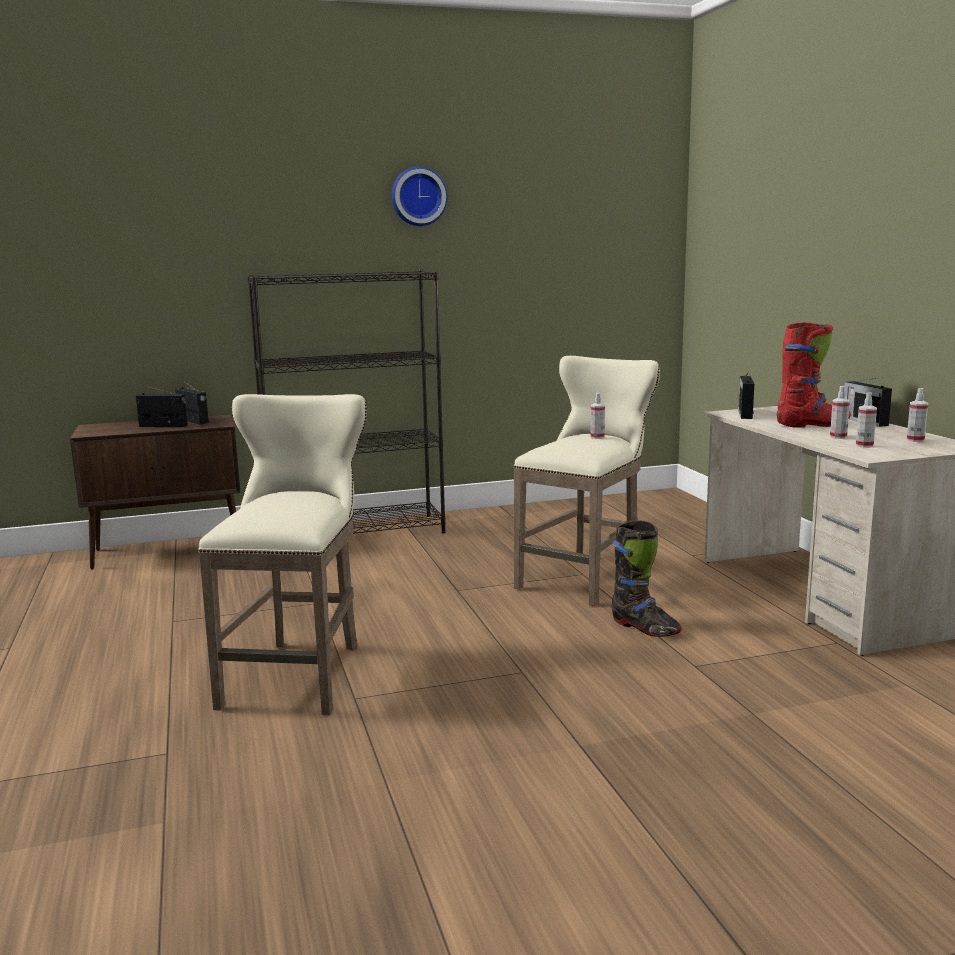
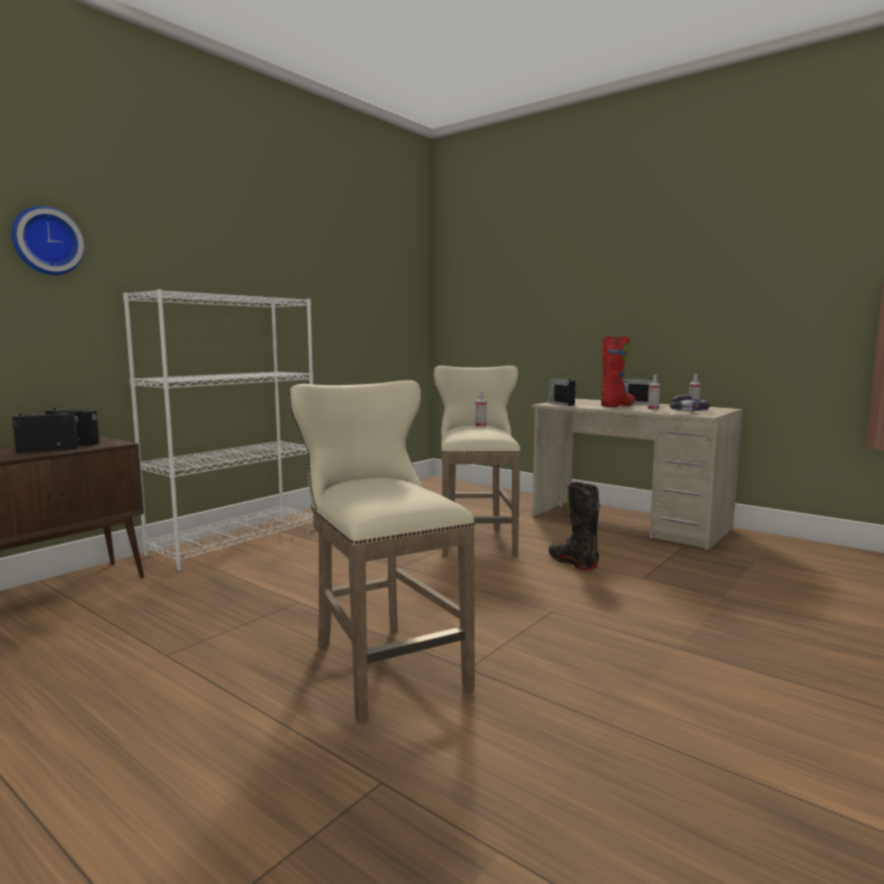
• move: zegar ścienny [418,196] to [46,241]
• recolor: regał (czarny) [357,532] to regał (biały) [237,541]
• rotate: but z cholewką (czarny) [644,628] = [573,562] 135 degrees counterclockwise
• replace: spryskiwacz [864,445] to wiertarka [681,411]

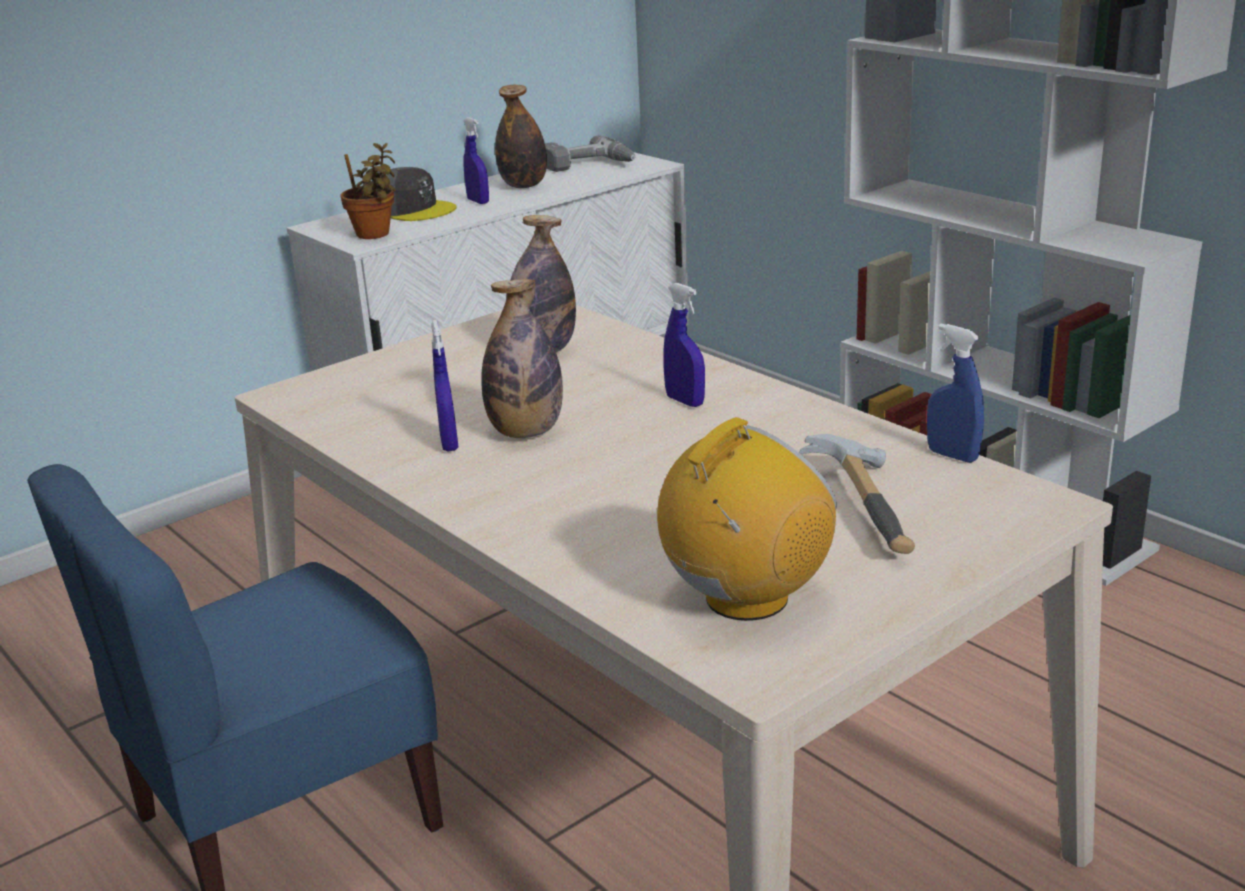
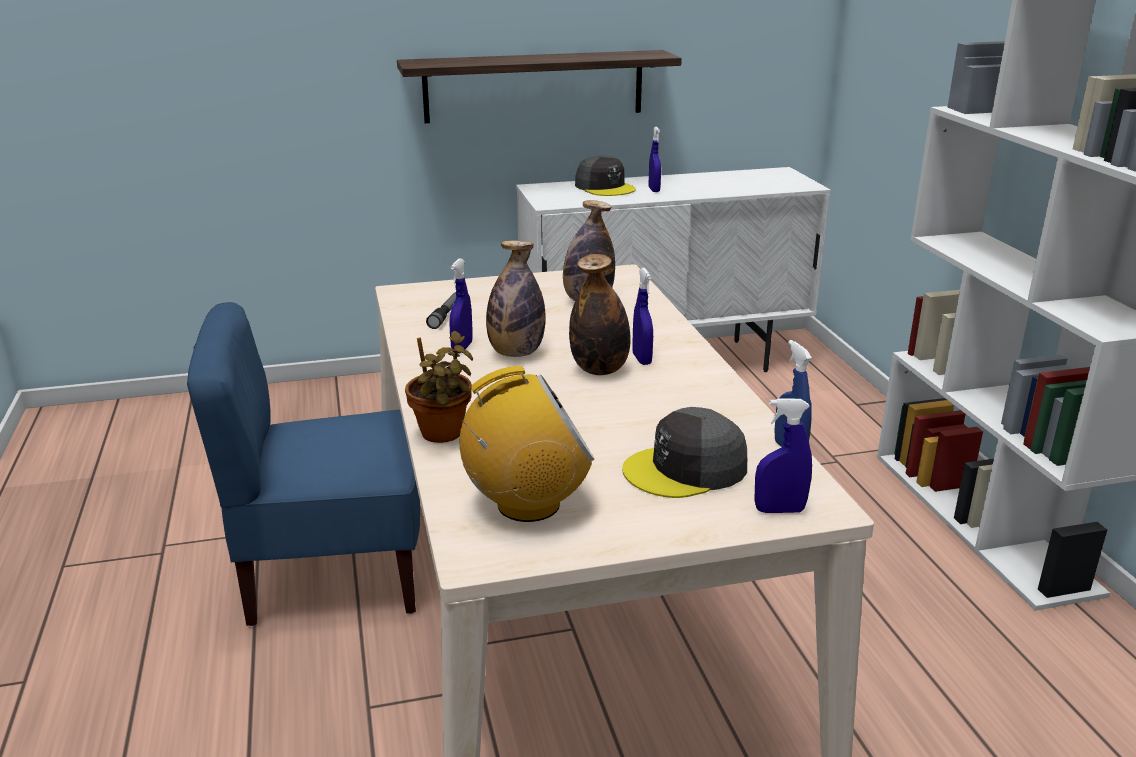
• insert: półka [534,86]
• move: roślina doniczkowa [375,235] to [443,435]
• insert: latarka [445,315]
• move: butelka [524,185] to [600,369]
• replace: młotek [873,507] to czapka z daszkiem (szary) [686,469]
• insert: spryskiwacz (niebieski) [779,510]
• delete: wiertarka [588,165]

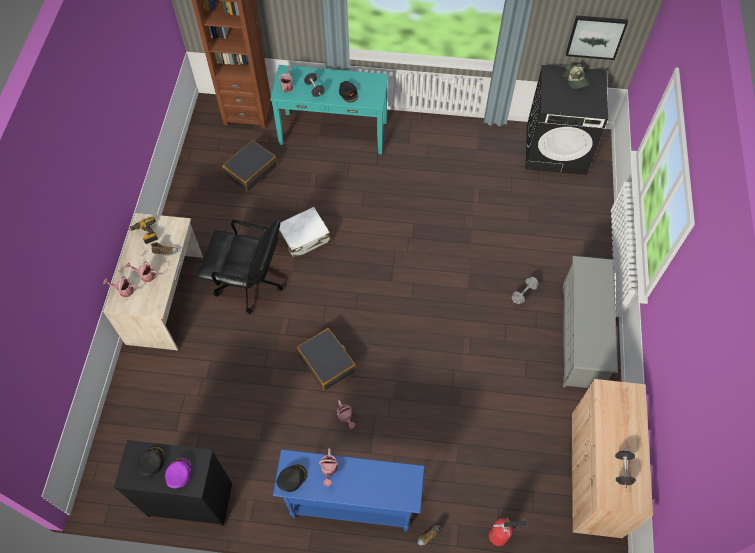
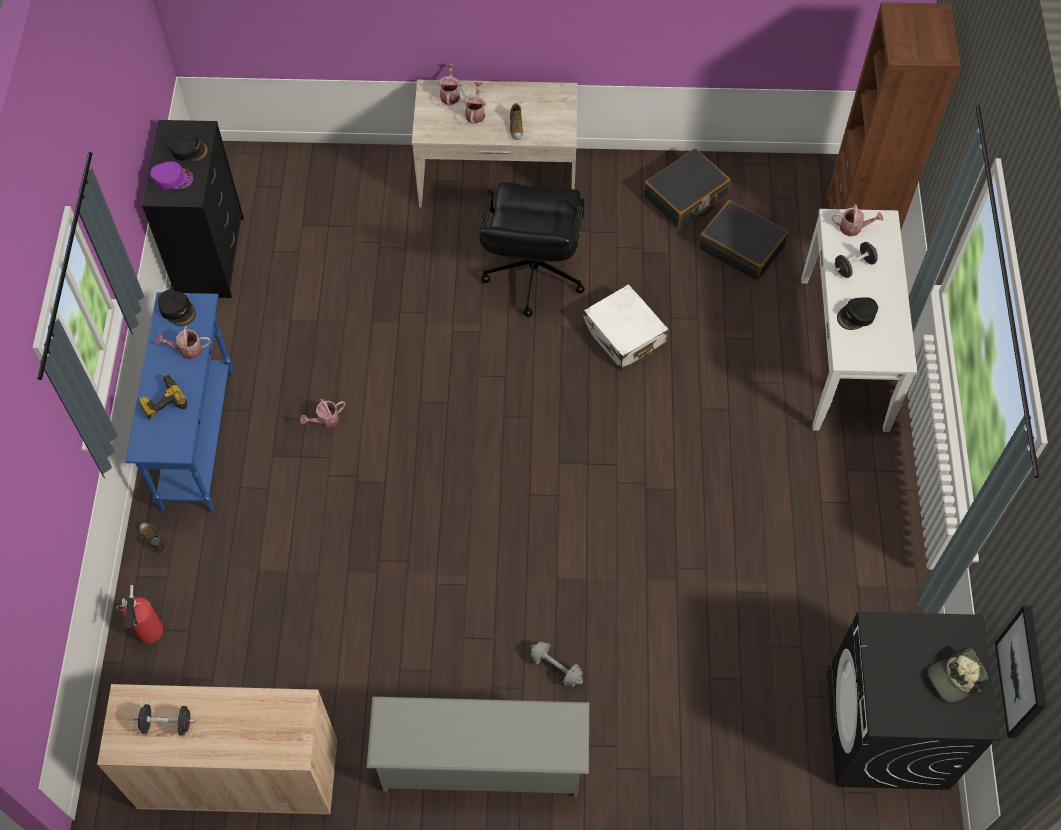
• move: wiertarka [146,233] to [162,401]
• move: walizka (czarny) [327,362] to [685,196]
• recolor: stolik konsolowy (turkusowy) [333,132] to stolik konsolowy (biały) [844,353]

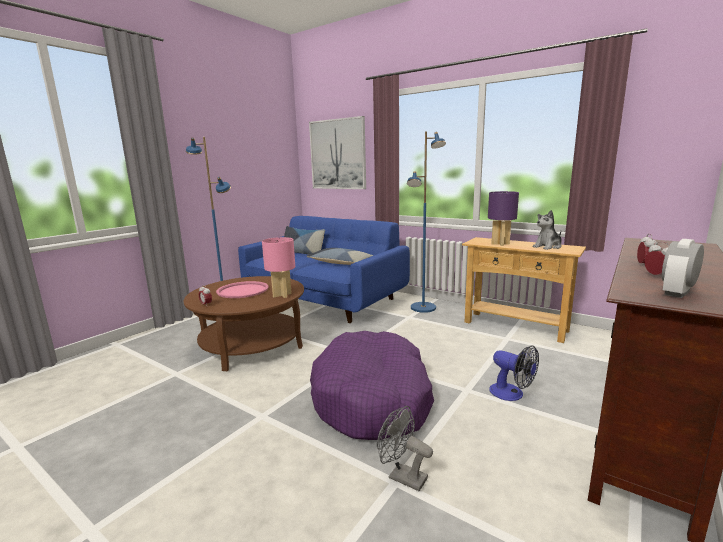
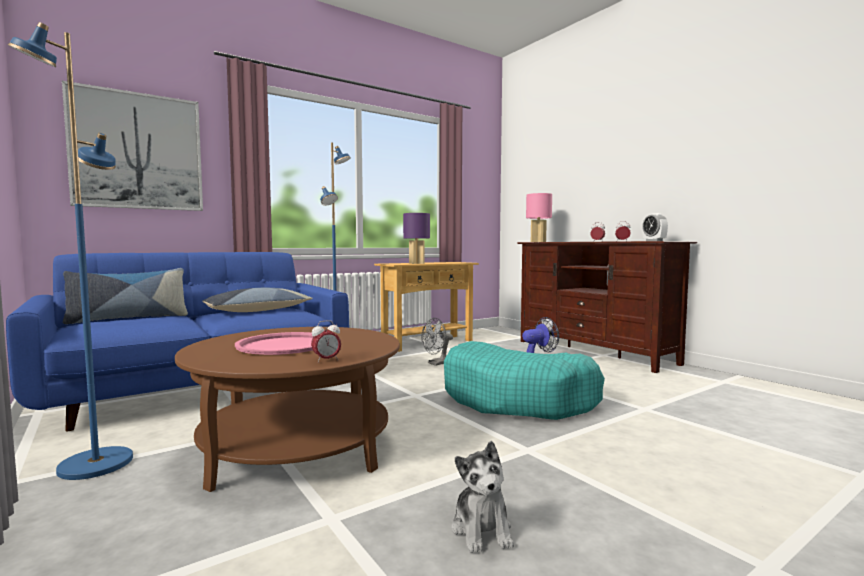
• move: wentylator (szary) [402,476] to [437,363]
• recolor: legowisko (fioletowy) [373,398] to legowisko (turkusowy) [519,399]
• move: pluszak [548,247] to [482,530]
• move: lampa stołowa (różowy) [281,295] to [538,242]

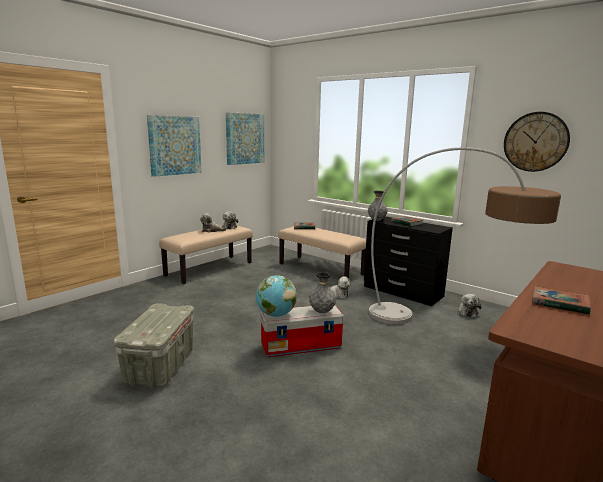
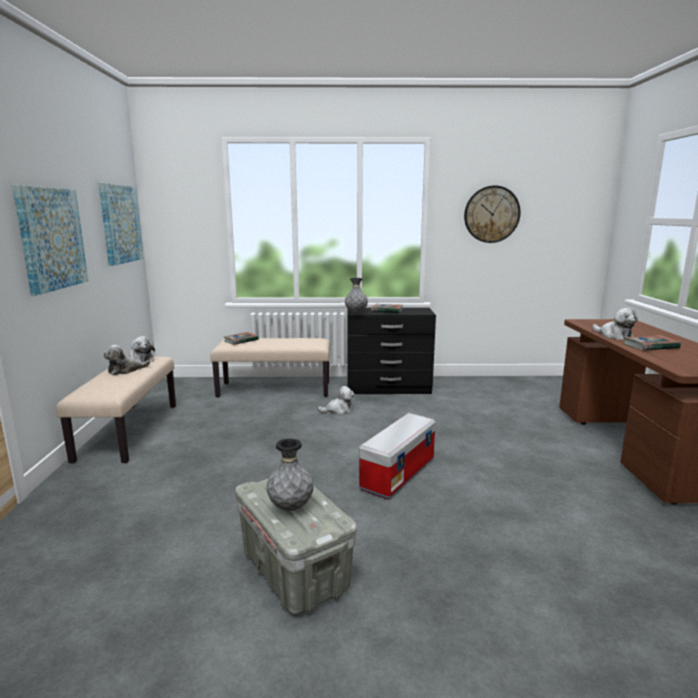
• move: wazon (szary) [322,312] to [291,507]
• move: pluszak [467,312] to [614,336]
• delete: globus [276,315]
• delete: lampa stojąca [451,327]

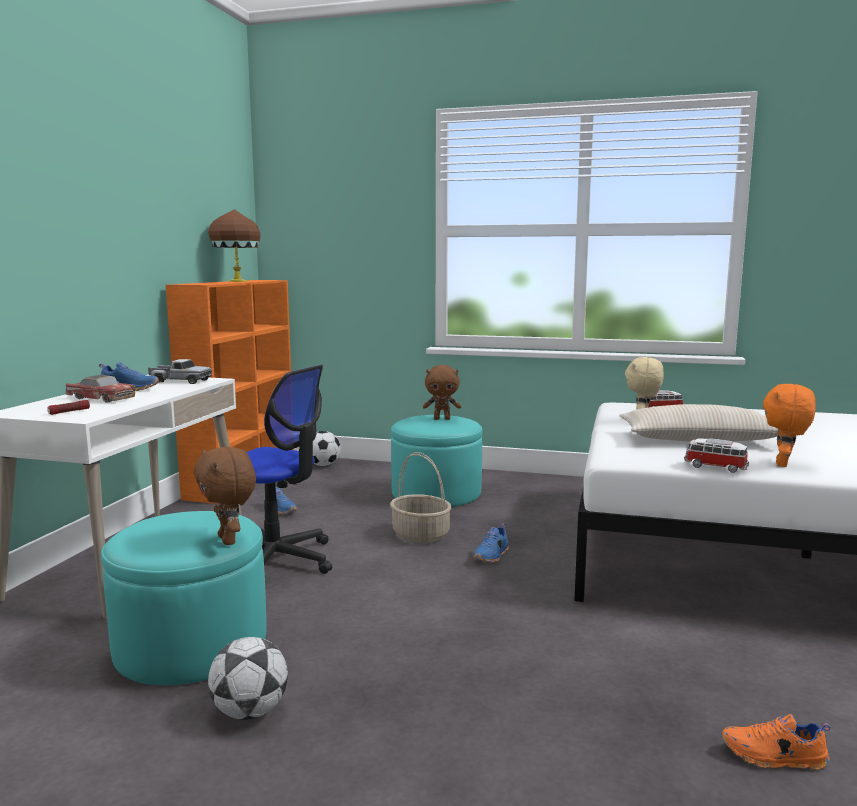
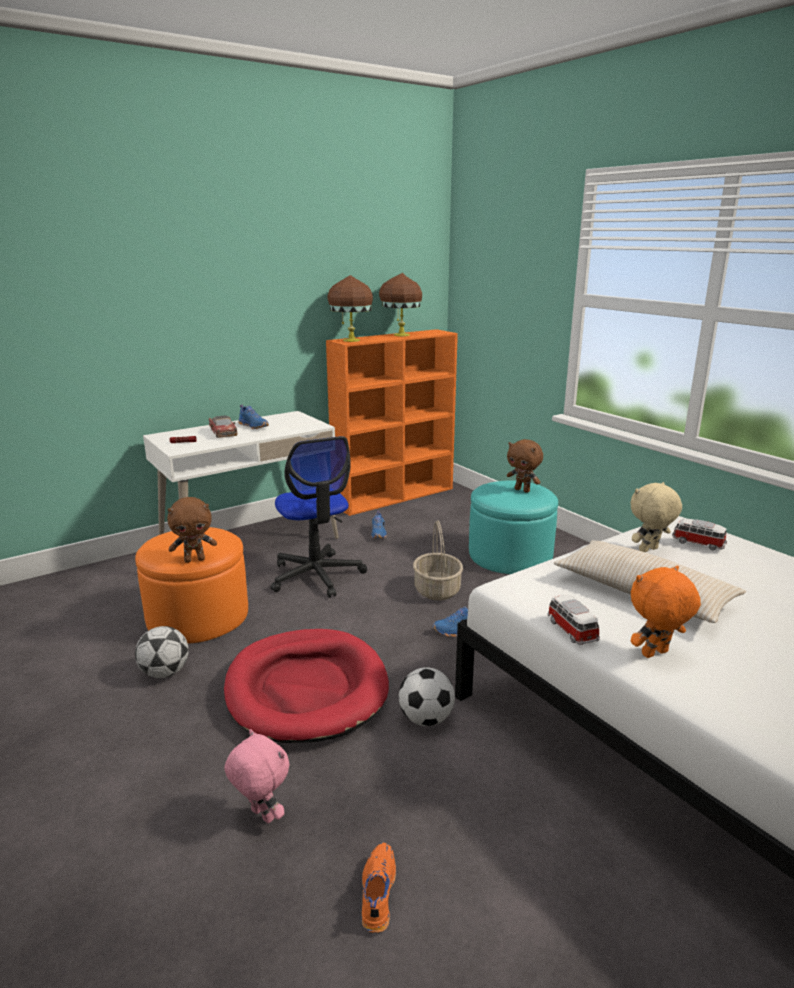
• recolor: pufa (turkusowy) [191,644] to pufa (pomarańczowy) [198,616]
• rotate: pluszak (brązowy) [229,540] = [195,559] 120 degrees counterclockwise
• insert: legowisko (czerwony) [306,689]
• insert: pluszak (różowy) [261,816]
• insert: lampa stołowa (brązowy) [351,340]
• rotate: but (pomarańczowy) [774,758] = [376,893] 45 degrees clockwise
• move: piłka futbolowa [323,465] to [426,719]
• delete: ciężarówka zabawkowa [180,381]

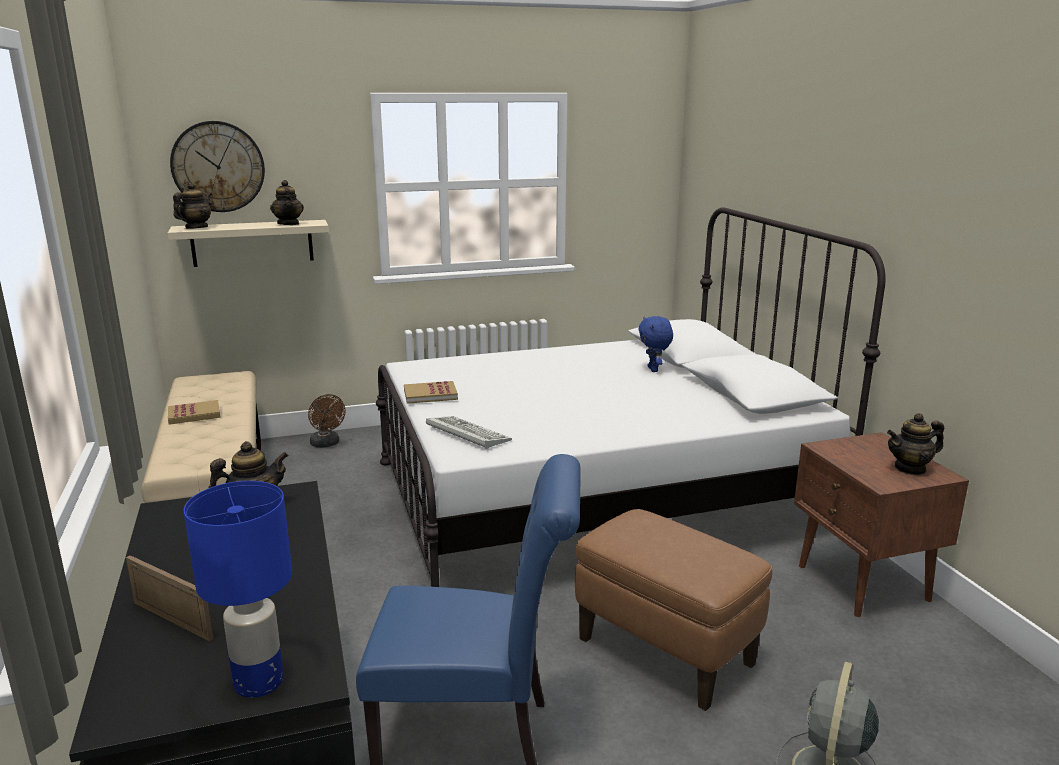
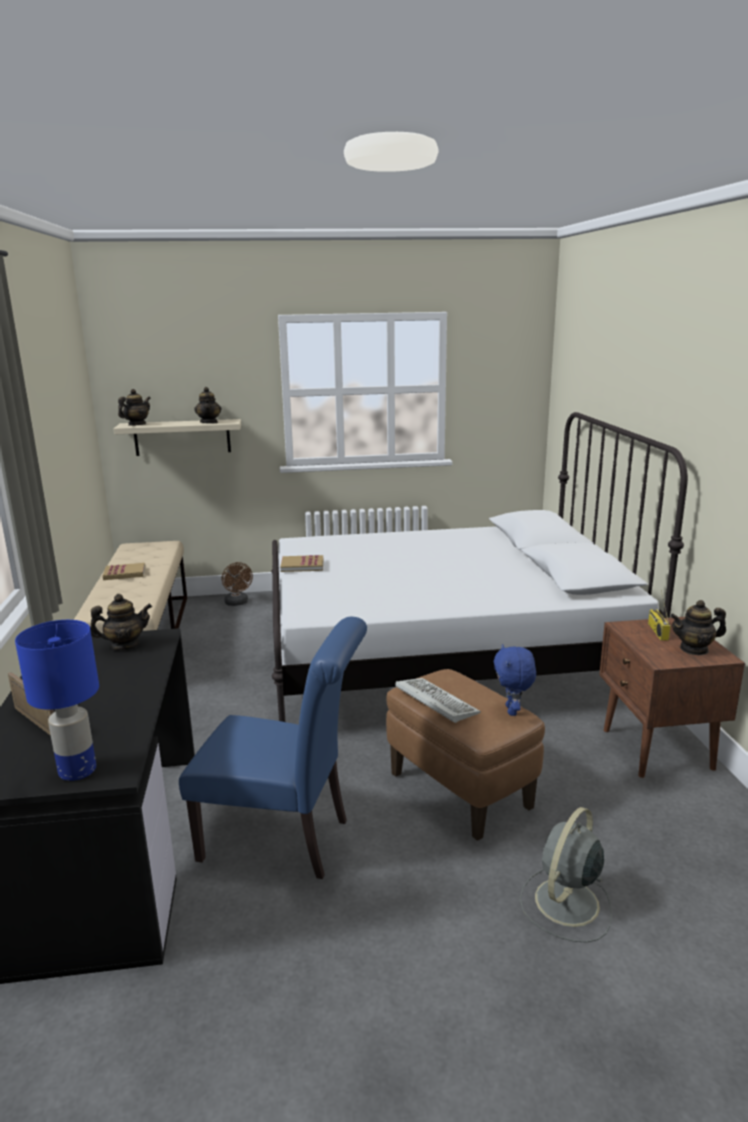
• move: klawiatura [465,434] to [434,701]
• move: pluszak (niebieski) [654,370] to [512,711]
• insert: radio [657,631]
• delete: zegar ścienny [218,166]

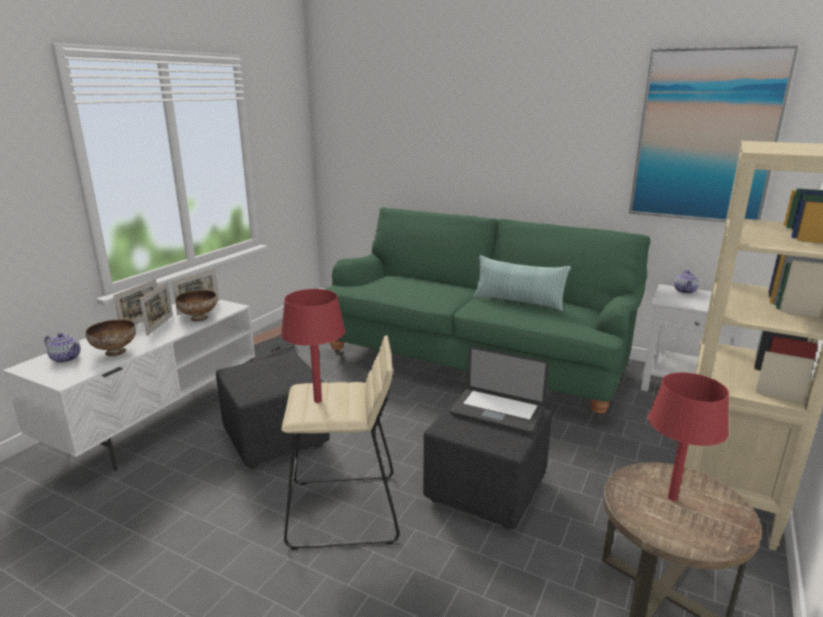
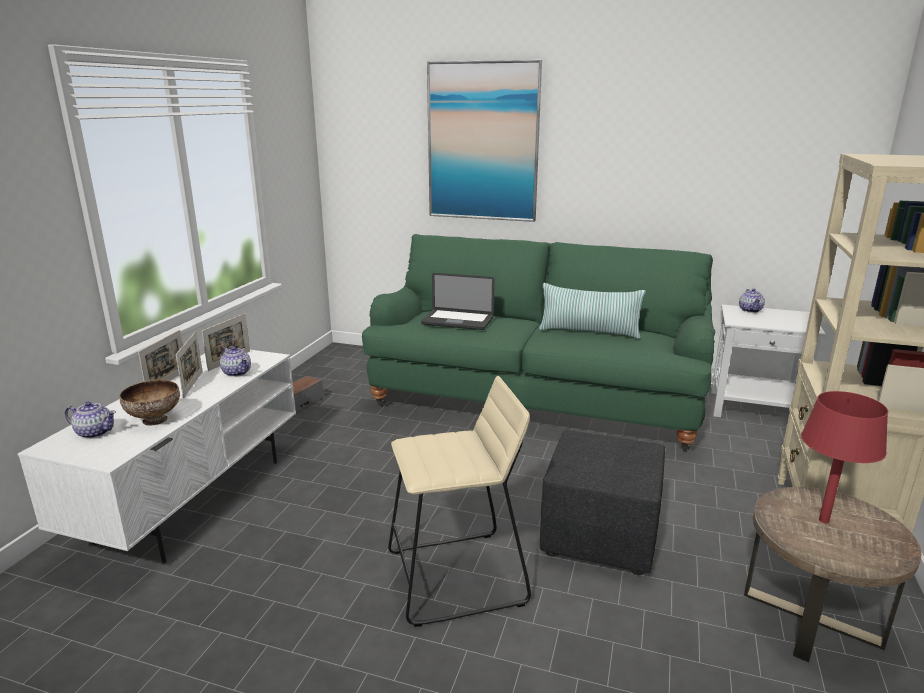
• replace: miska [199,318] to imbryk [237,372]
• move: laptop [497,412] to [457,321]
• move: obraz [705,137] to [483,142]
• delete: pufa (czarny) [276,438]
• delete: lampa stołowa (czerwony) [317,400]

